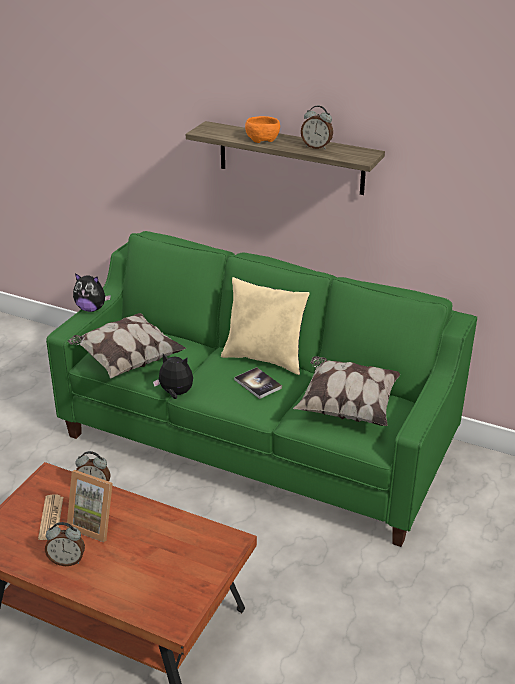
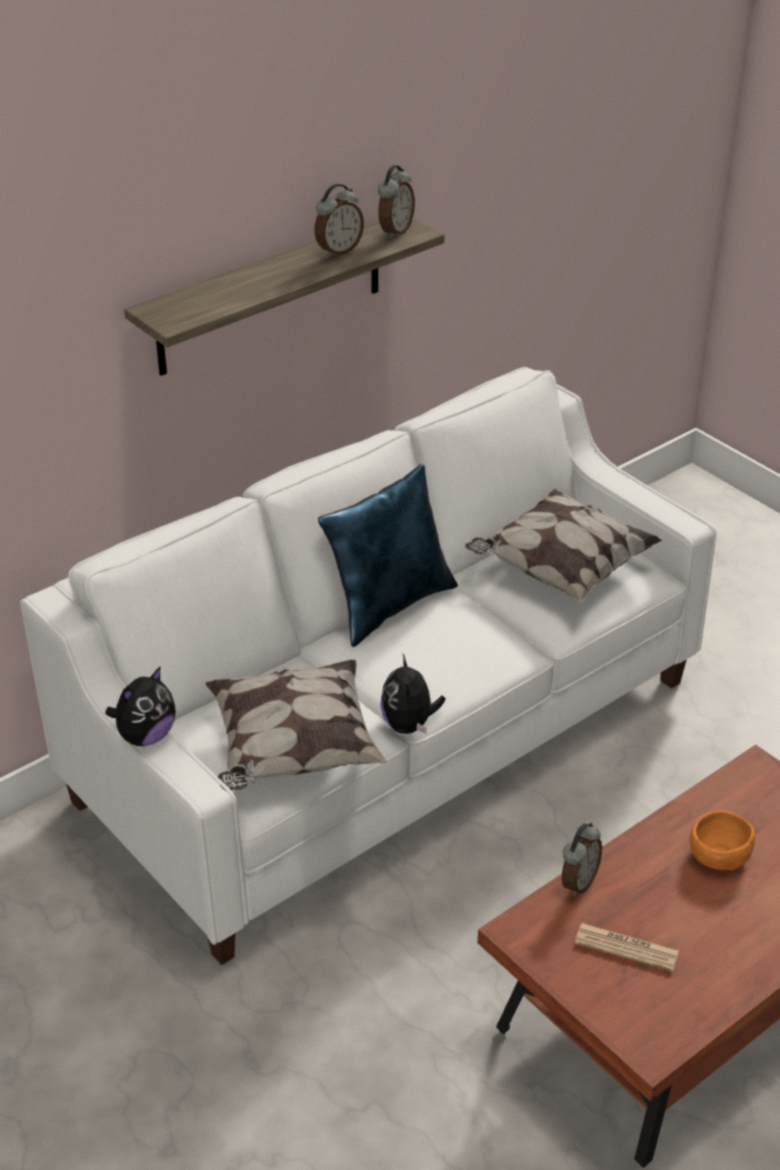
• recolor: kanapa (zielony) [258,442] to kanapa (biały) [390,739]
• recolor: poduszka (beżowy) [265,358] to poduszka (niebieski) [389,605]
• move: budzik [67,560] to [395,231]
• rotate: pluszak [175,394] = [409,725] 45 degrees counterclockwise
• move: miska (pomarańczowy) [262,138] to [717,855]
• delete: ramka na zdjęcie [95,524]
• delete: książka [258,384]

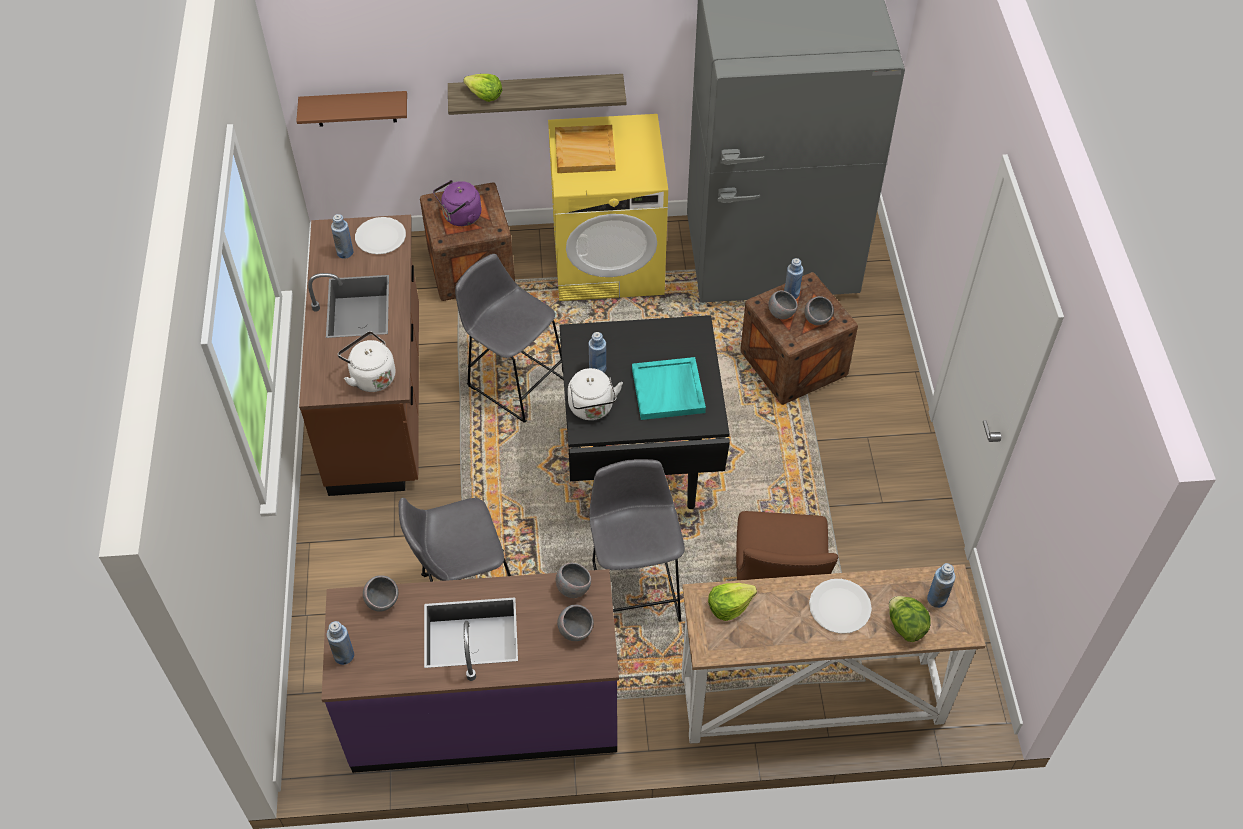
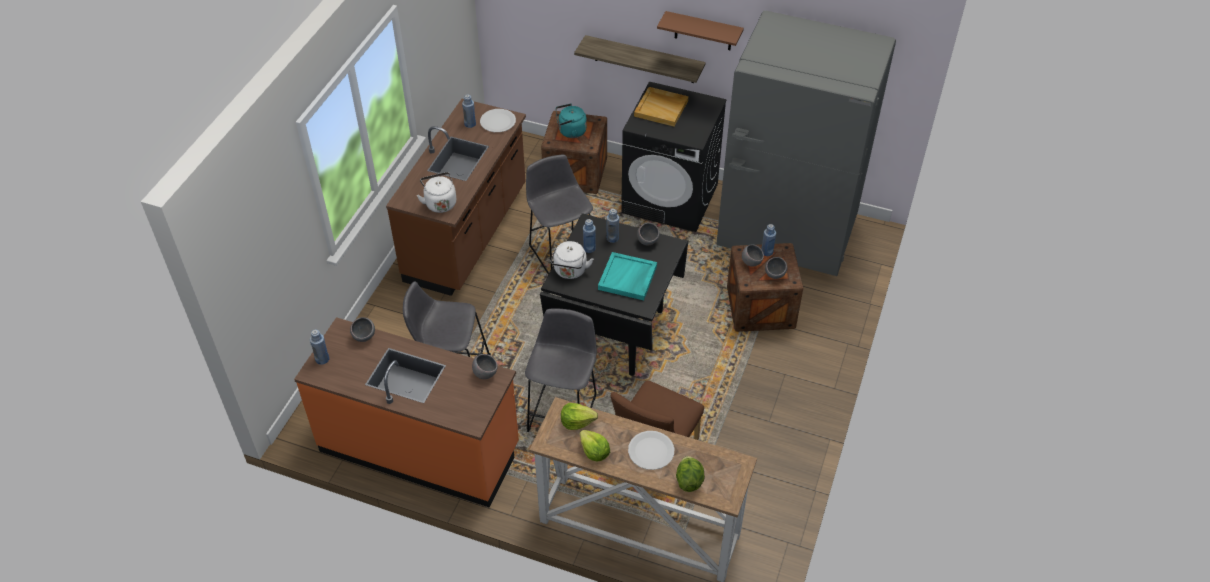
• recolor: zabudowa kuchenna (fioletowy) [484,711] to zabudowa kuchenna (pomarańczowy) [420,448]
• recolor: czajnik (fioletowy) [460,217] to czajnik (turkusowy) [570,131]
• move: sałata [484,95] to [594,452]
• move: butelka (niebieski) [936,599] to [612,238]
• recolor: pralka (żółty) [609,261] to pralka (czarny) [670,198]
• move: miska (szary) [575,630] to [648,241]
• move: półka (brązowy) [355,108] to [703,31]

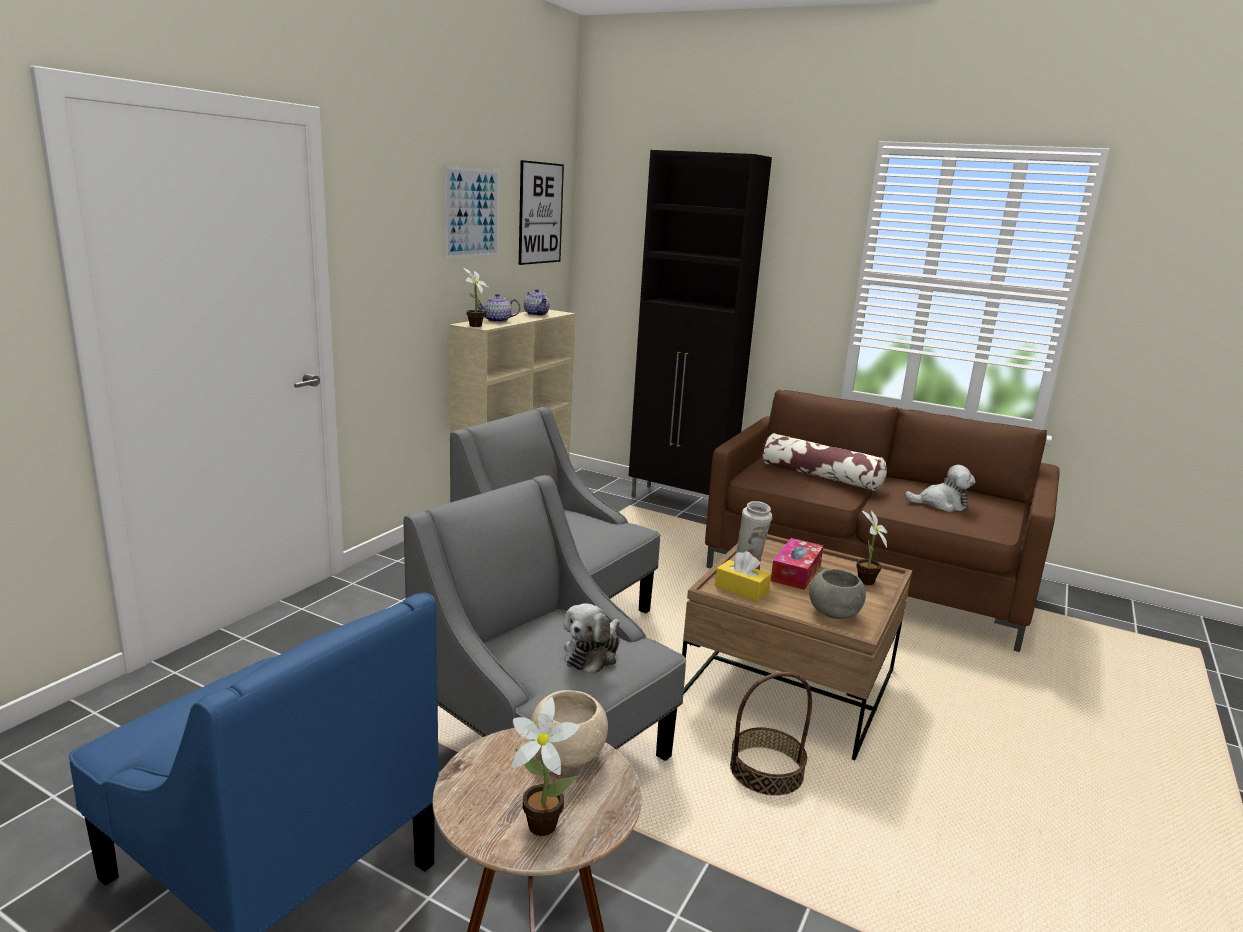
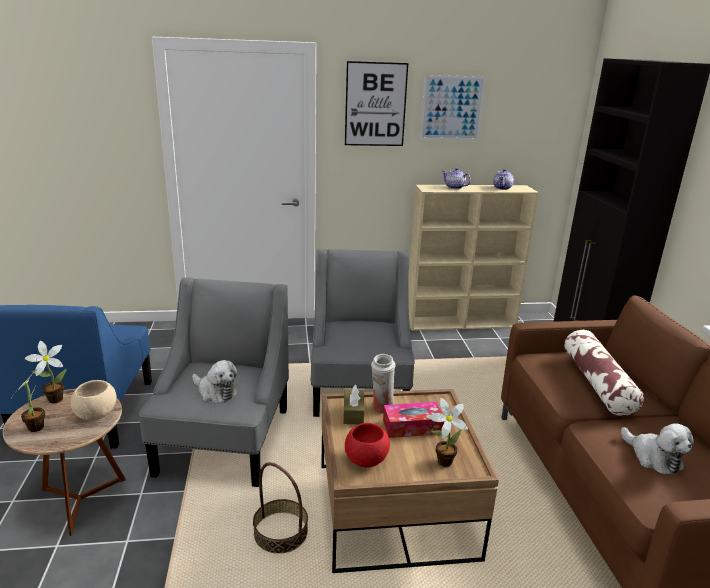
• move: roślina doniczkowa [474,326] to [53,399]
• rotate: pluszak [593,653] = [215,392] 135 degrees counterclockwise
• recolor: pudełko chusteczek (żółty) [741,589] to pudełko chusteczek (brązowy) [353,413]
• move: obraz [540,213] to [375,104]
• recolor: miska (szary) [834,613] to miska (czerwony) [367,460]

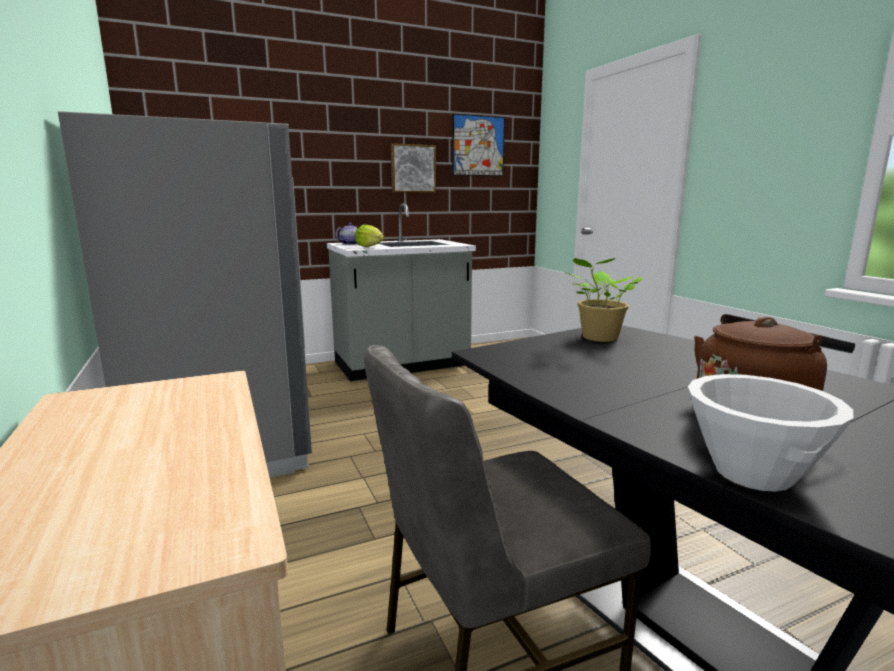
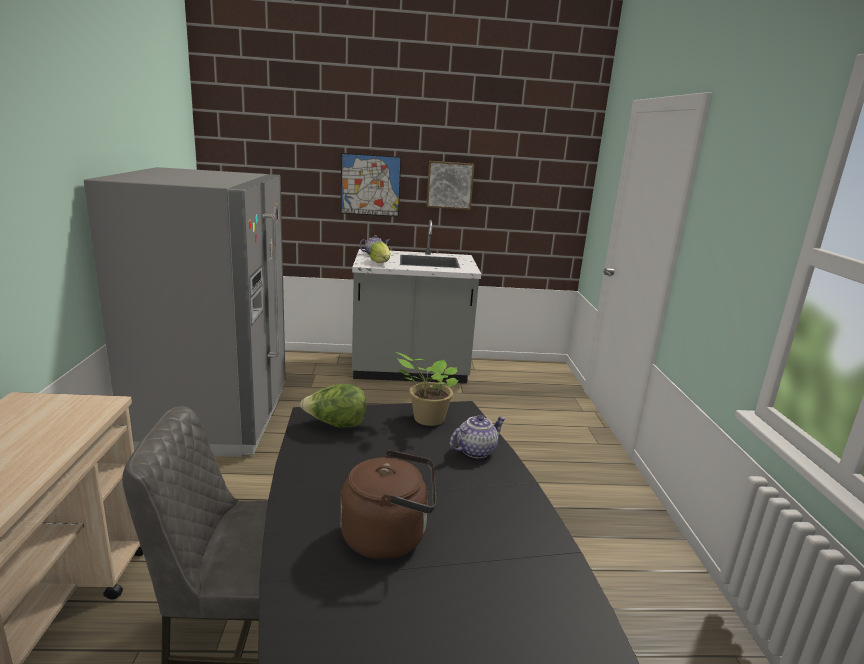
• insert: sałata [336,425]
• move: obraz [478,146] to [370,185]
• insert: imbryk [475,450]
• delete: miska (biały) [754,472]

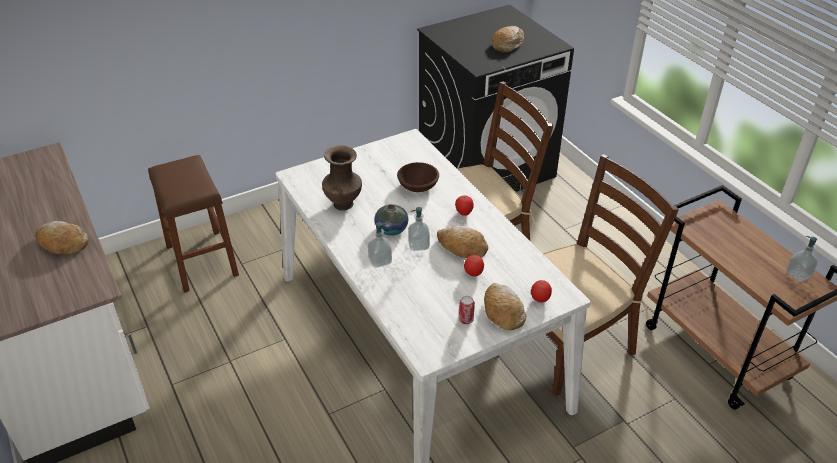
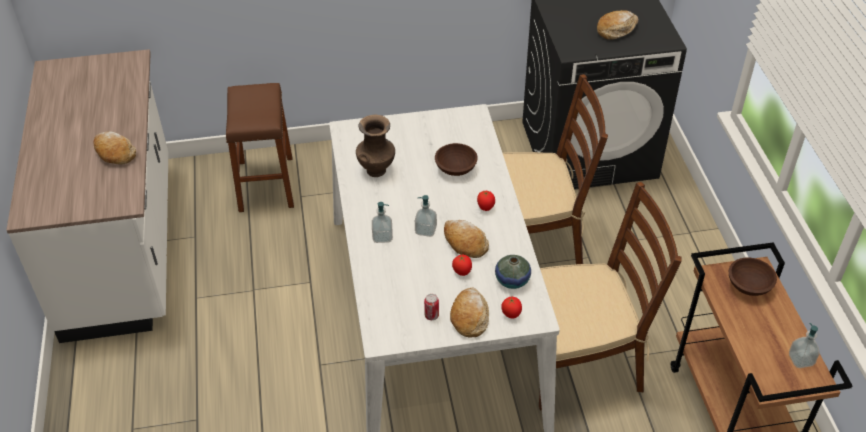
• move: wazon [391,229] to [512,280]
• insert: miska (brązowy) [748,285]

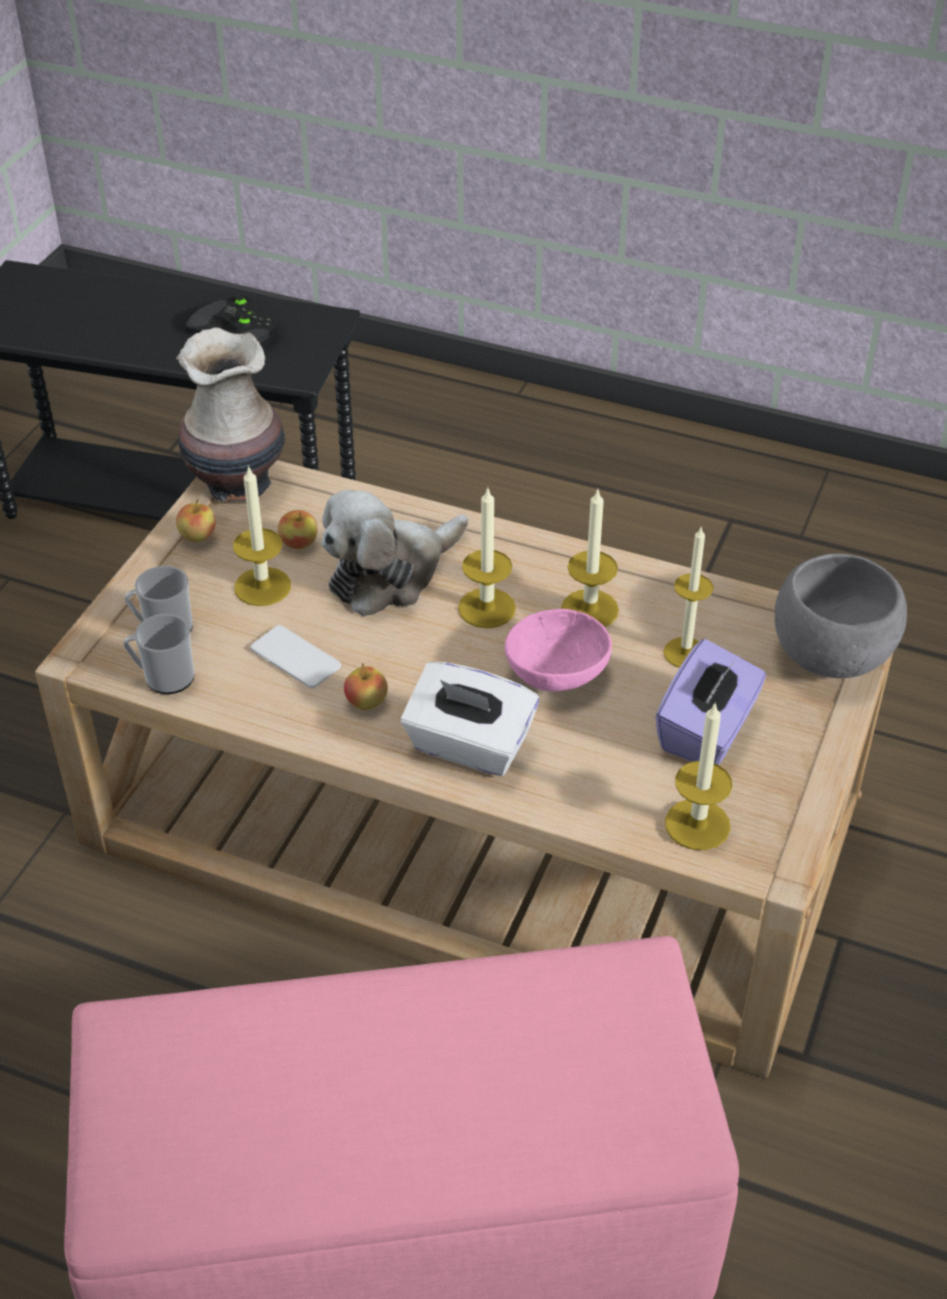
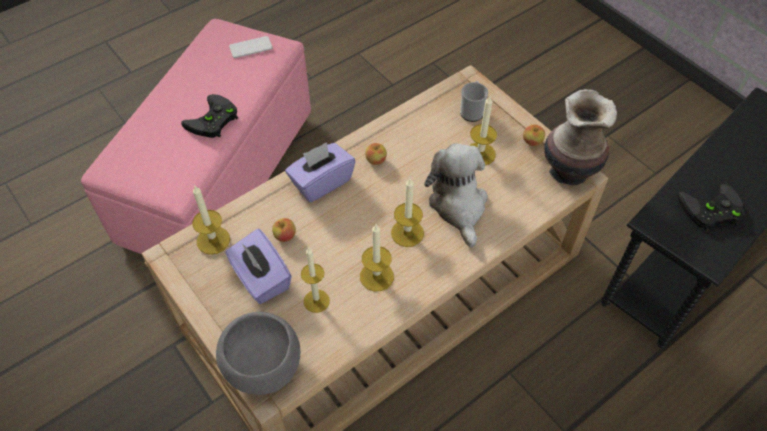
• insert: pad do gier (czarny) [212,121]
• move: telefon [295,658] to [251,47]
• move: jabłko [299,543] to [285,236]
• recolor: pudełko chusteczek (biały) [469,746] to pudełko chusteczek (fioletowy) [321,182]
• delete: kubek [164,677]
• delete: miska (różowy) [555,672]

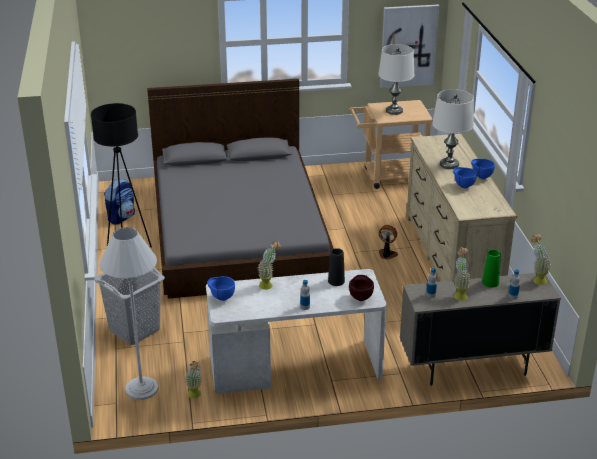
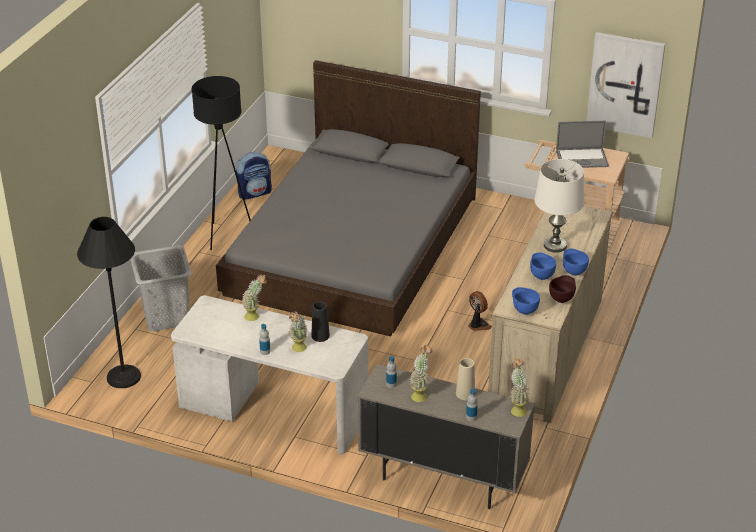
• recolor: lampa stojąca (biały) [141,388] to lampa stojąca (czarny) [123,377]
• move: roślina doniczkowa [195,396] to [298,350]
• recolor: wazon (zielony) [490,282] to wazon (beżowy) [465,393]
• move: miska (niebieski) [221,298] to [524,311]
• move: miska (brązowy) [361,297] to [562,299]
• replace: lampa stołowa (biały) [394,111] to laptop [582,158]

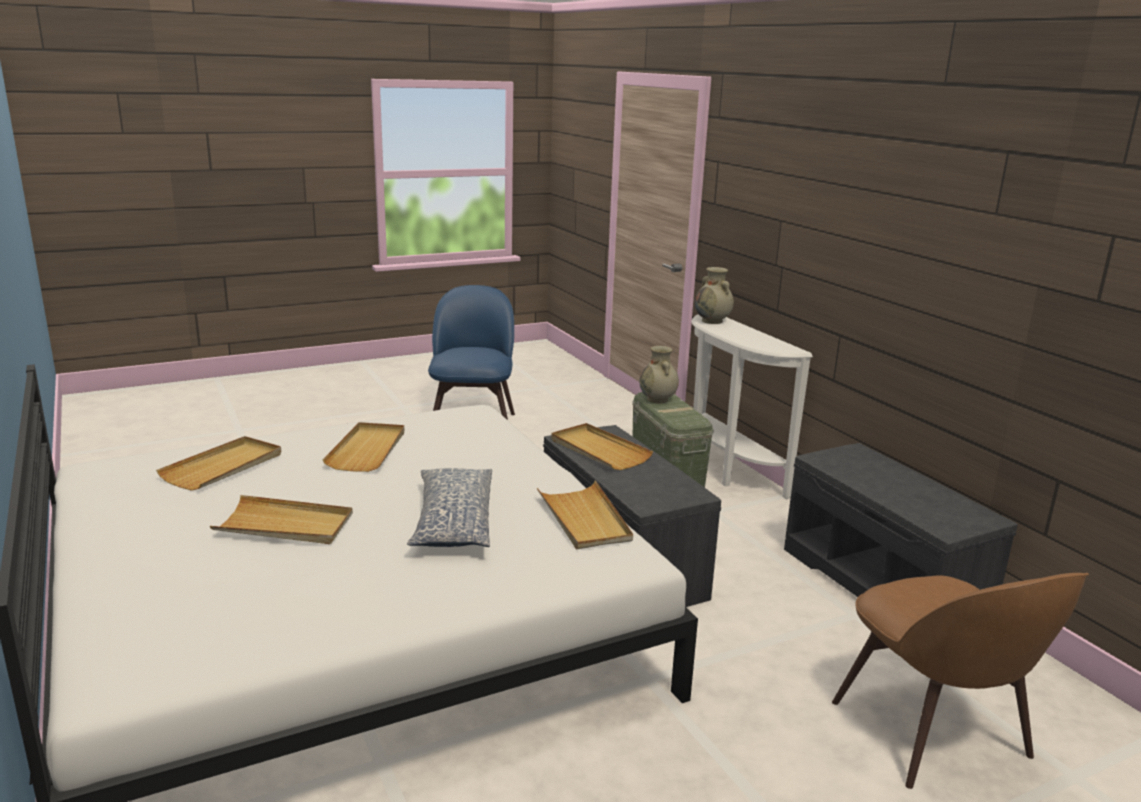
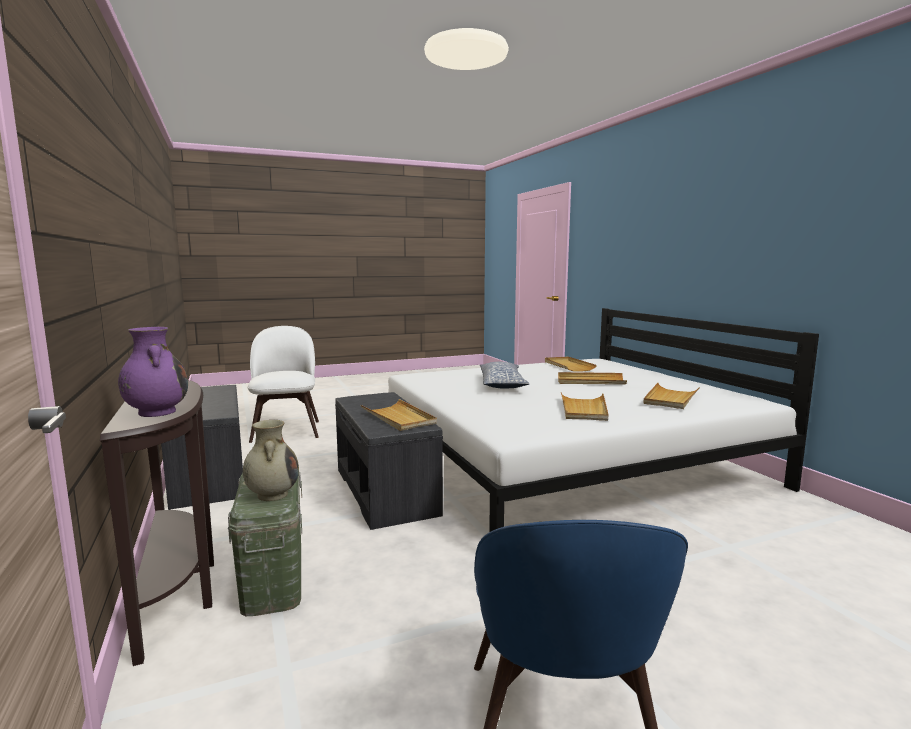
• recolor: stolik konsolowy (biały) [726,470] to stolik konsolowy (brązowy) [180,589]
• recolor: wazon (beżowy) [712,321] to wazon (fioletowy) [157,412]
• recolor: krzesło (brązowy) [934,734] to krzesło (biały) [286,430]
• move: taca (beżowy) [584,519] to [568,366]

